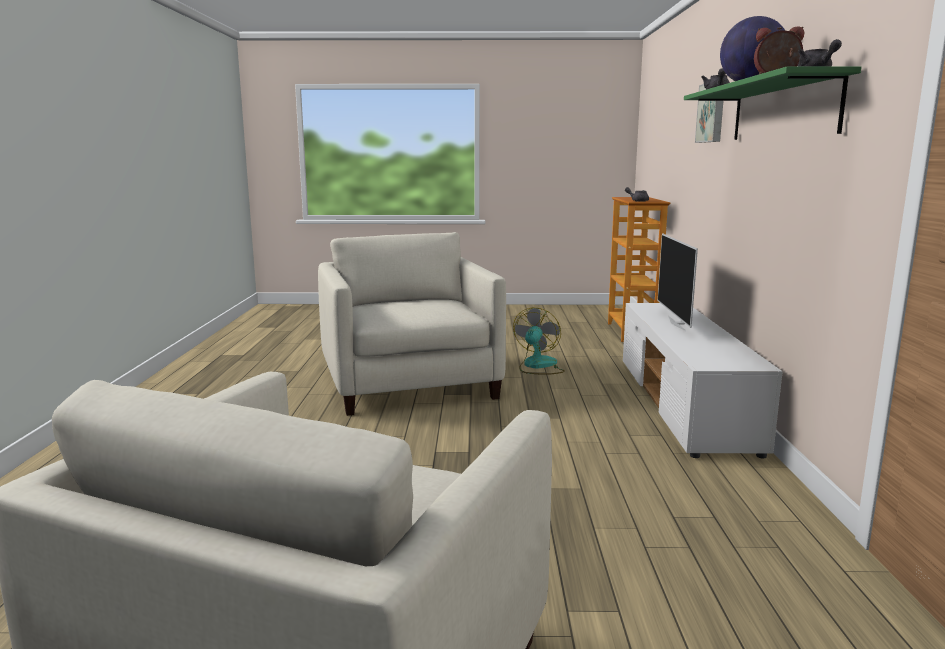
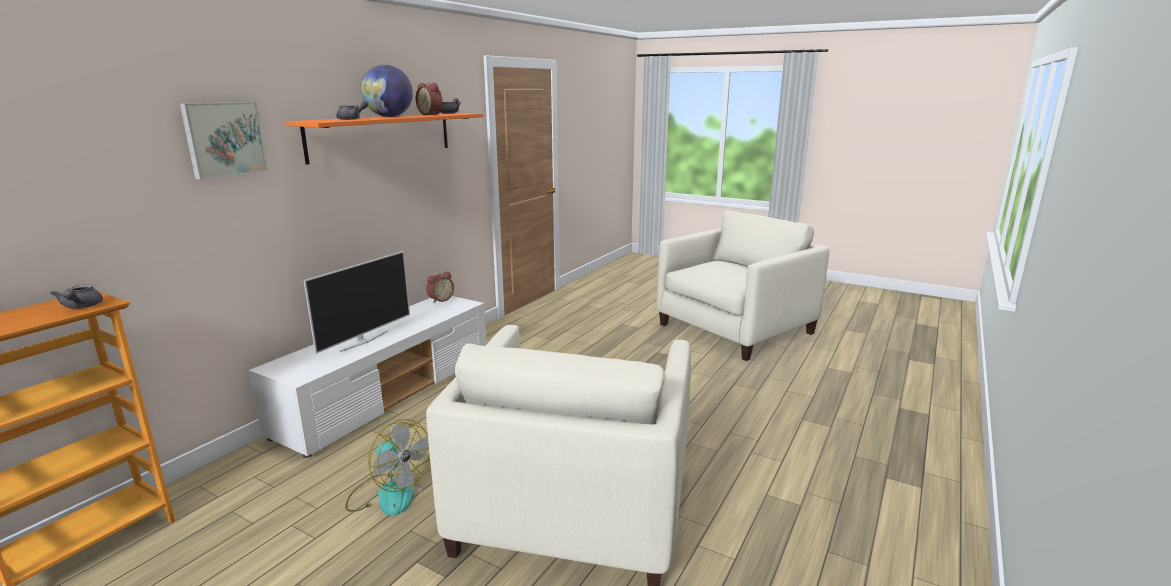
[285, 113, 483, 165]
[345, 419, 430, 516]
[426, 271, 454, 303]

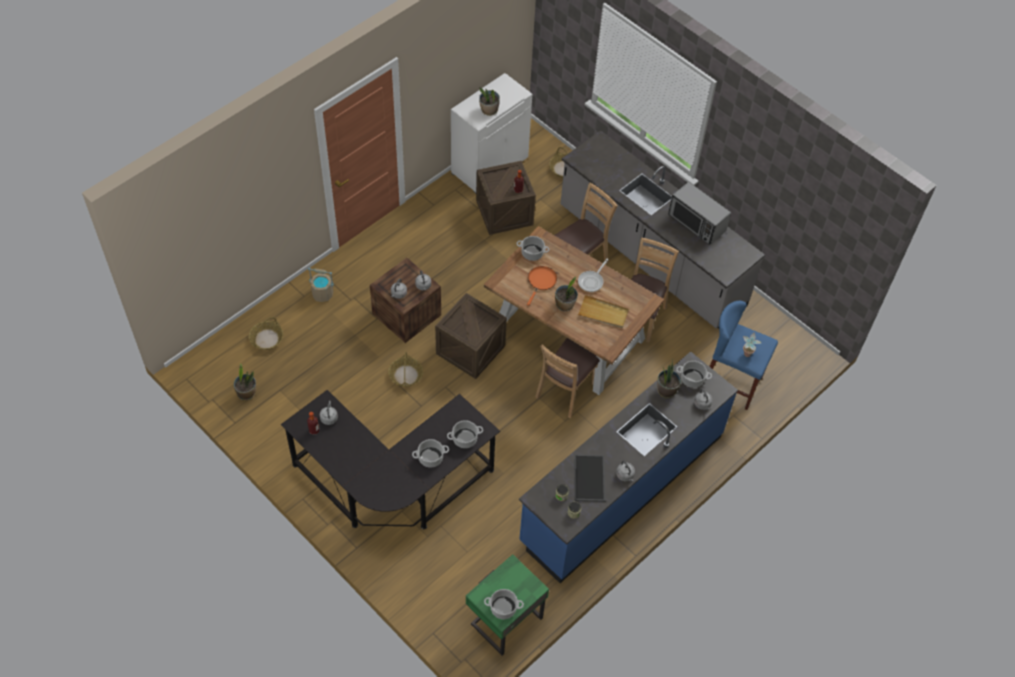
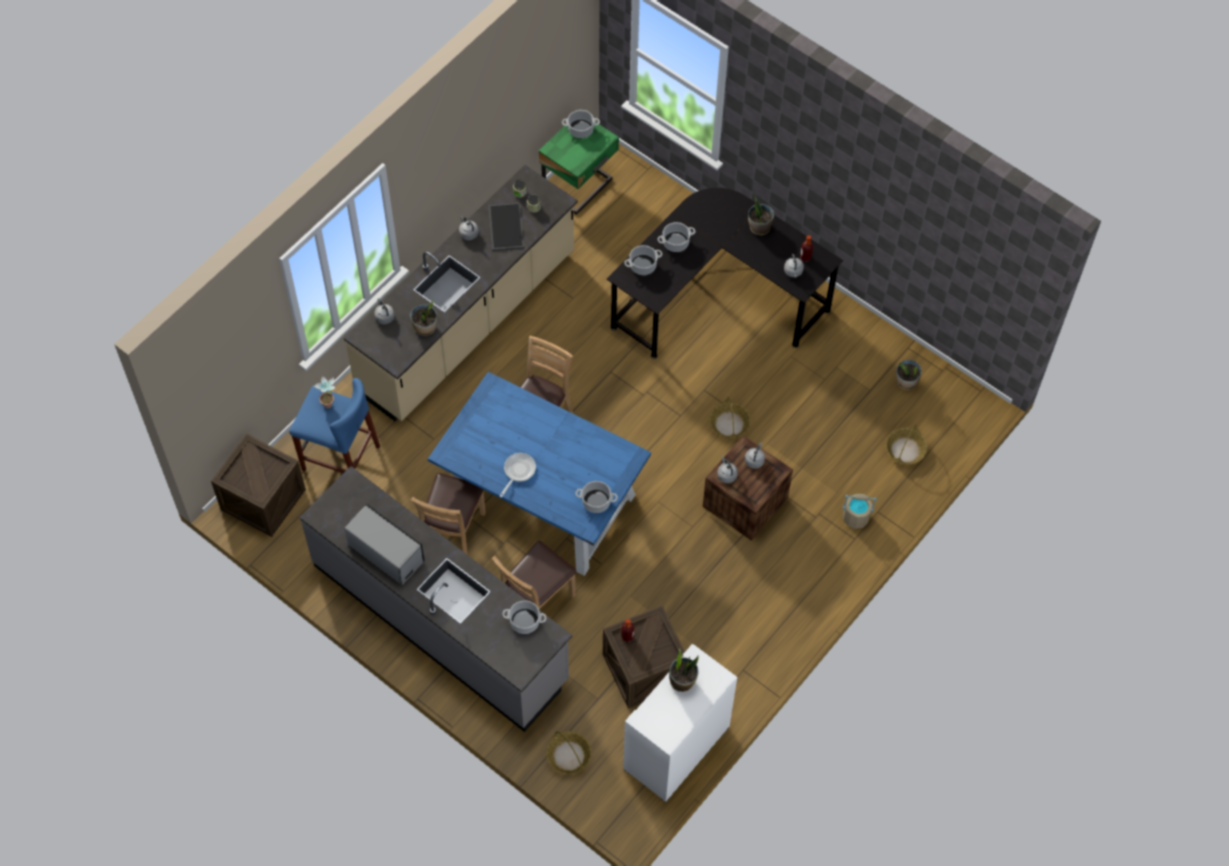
[211, 434, 306, 537]
[344, 165, 578, 421]
[428, 372, 651, 576]
[502, 600, 547, 634]
[748, 194, 774, 236]
[527, 266, 557, 306] (first image)
[578, 295, 629, 328] (first image)

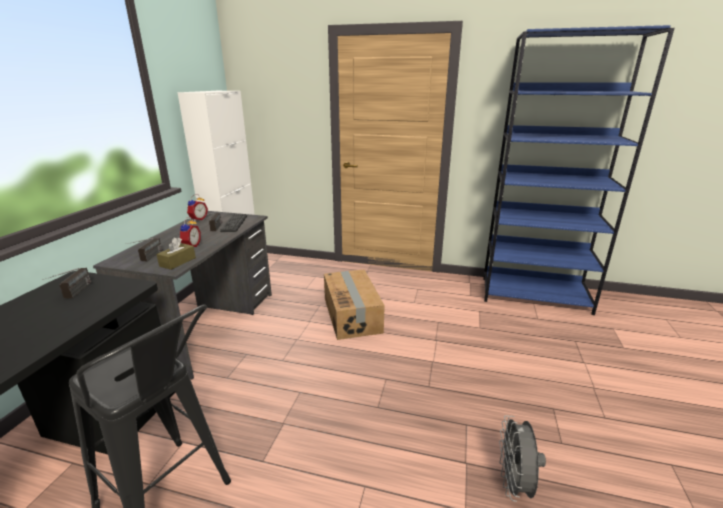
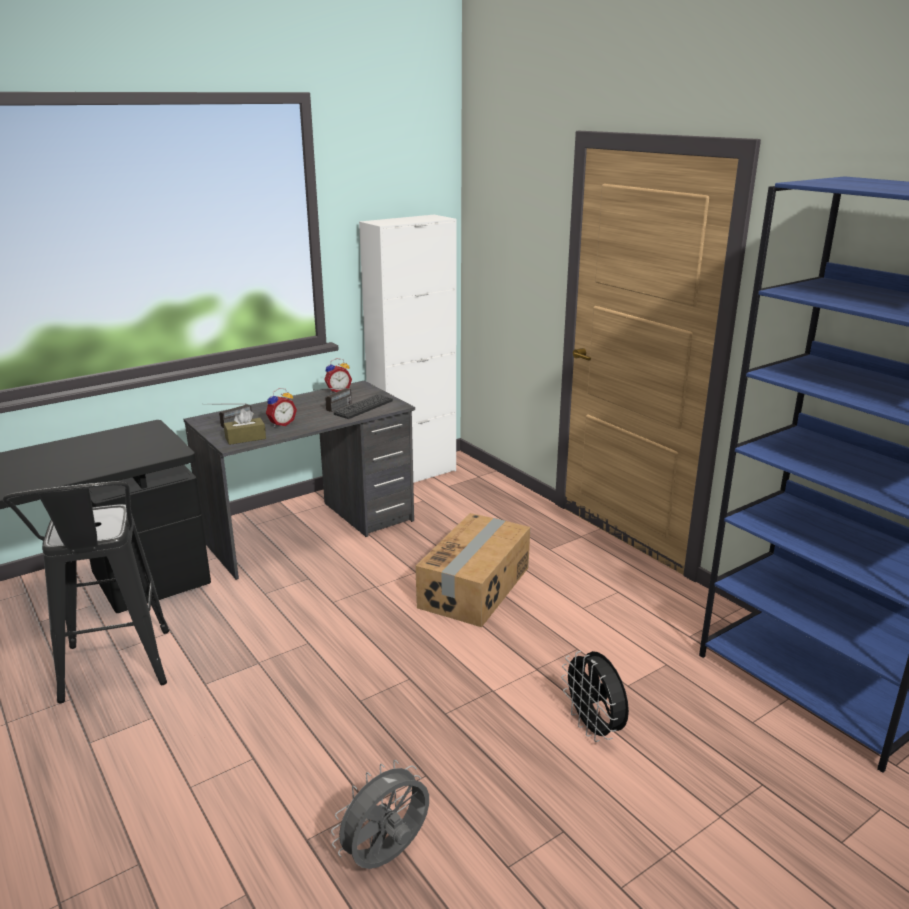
[561, 651, 629, 742]
[42, 268, 91, 298] (first image)

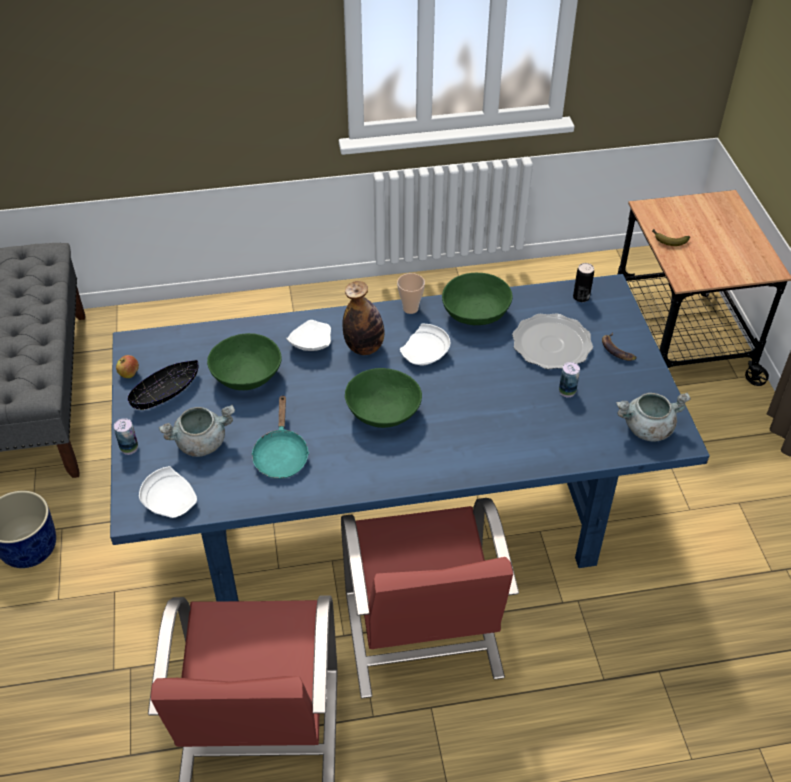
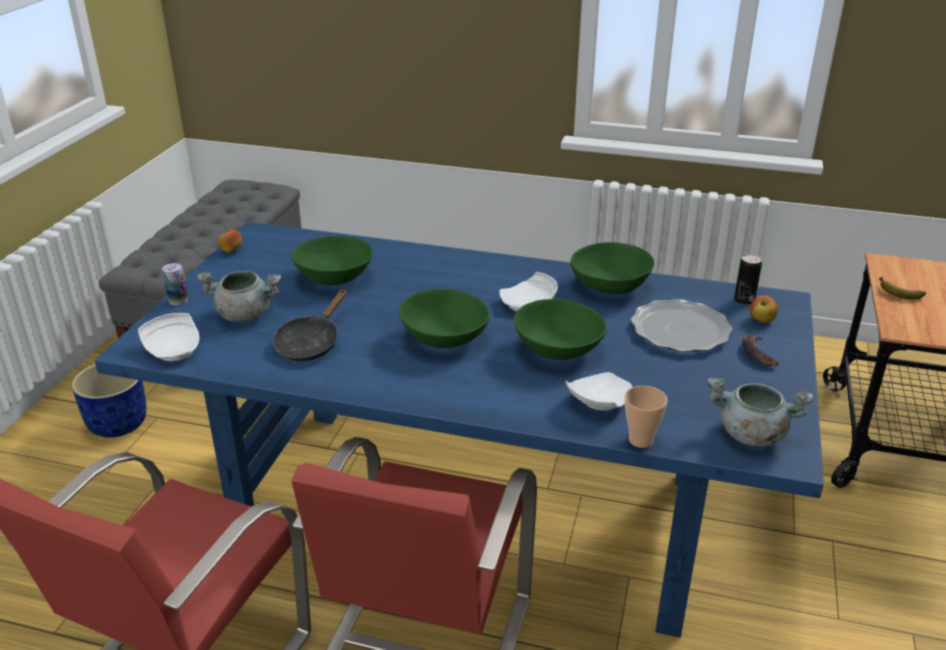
[273, 289, 347, 361]
[514, 299, 607, 360]
[566, 372, 632, 410]
[625, 386, 668, 448]
[749, 295, 778, 323]
[128, 360, 199, 410] (first image)
[342, 281, 384, 355] (first image)
[559, 362, 580, 397] (first image)

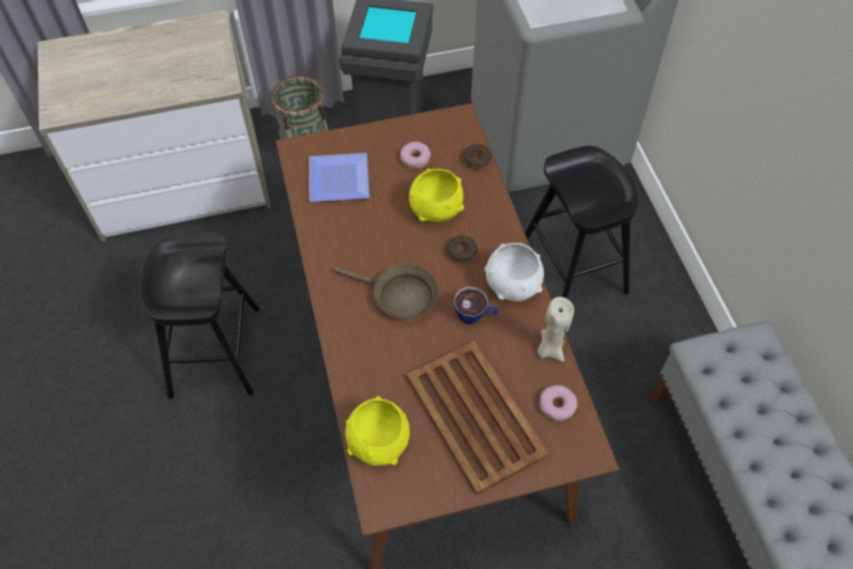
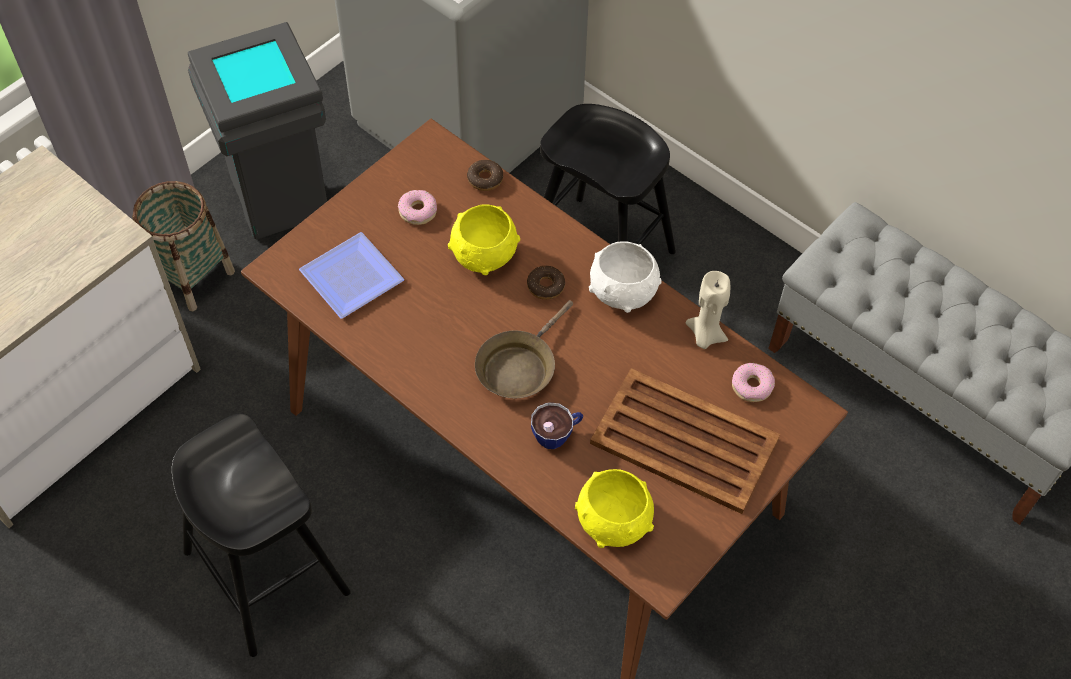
[475, 300, 573, 398]
[531, 402, 583, 449]

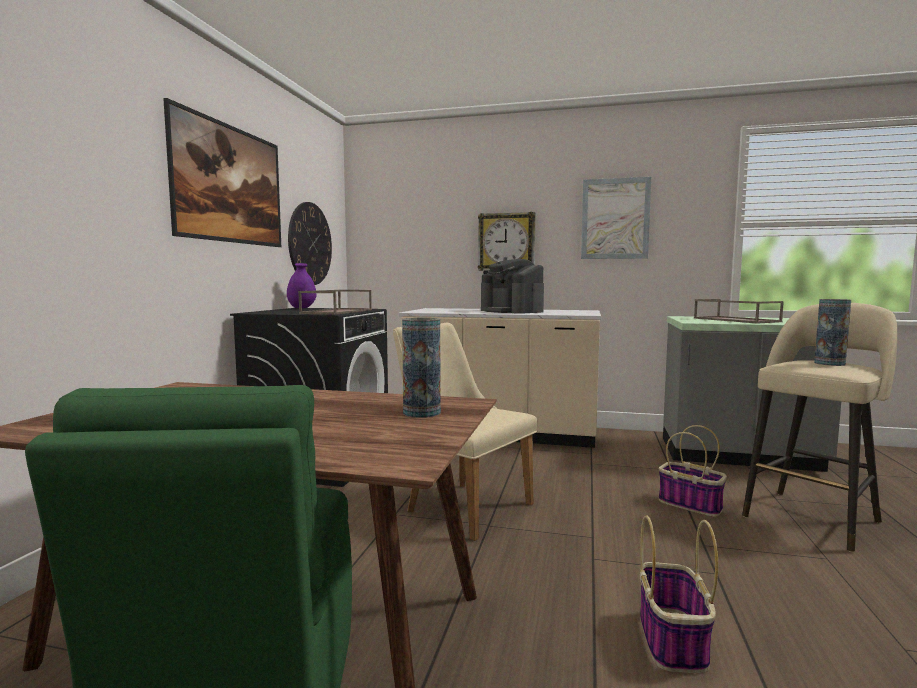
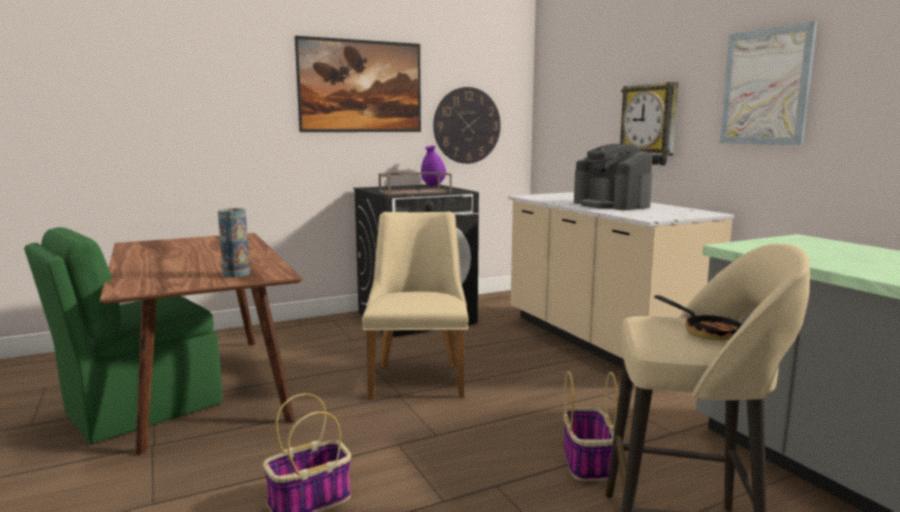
[574, 144, 653, 210]
[654, 295, 744, 341]
[694, 299, 784, 324] (first image)

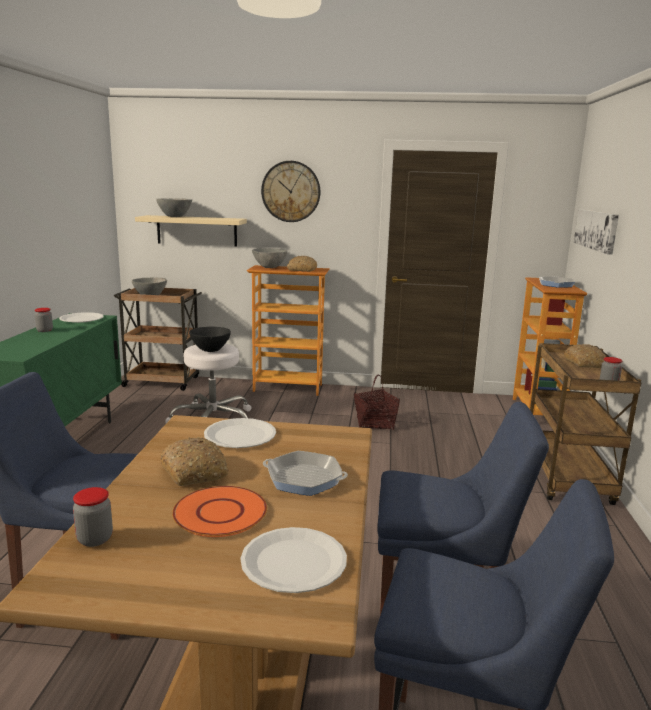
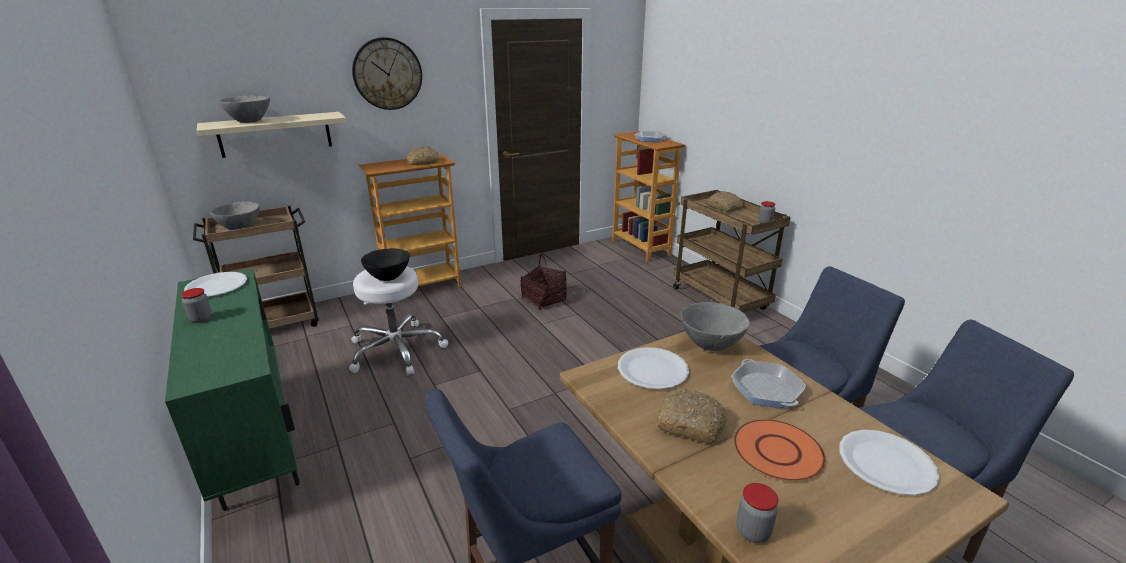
[681, 302, 750, 351]
[731, 359, 806, 408]
[574, 209, 619, 255] (first image)

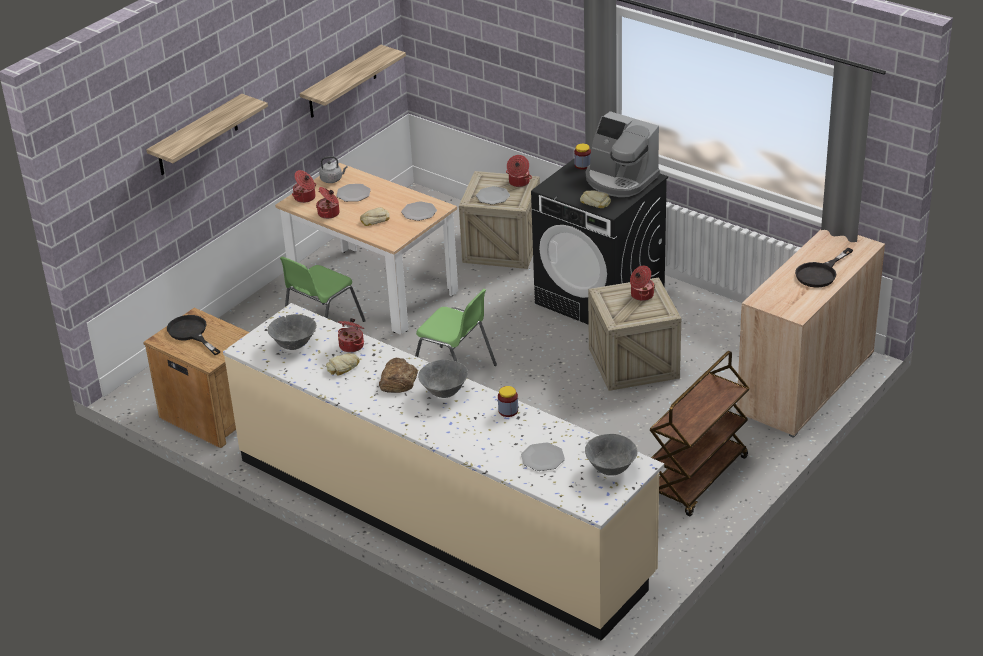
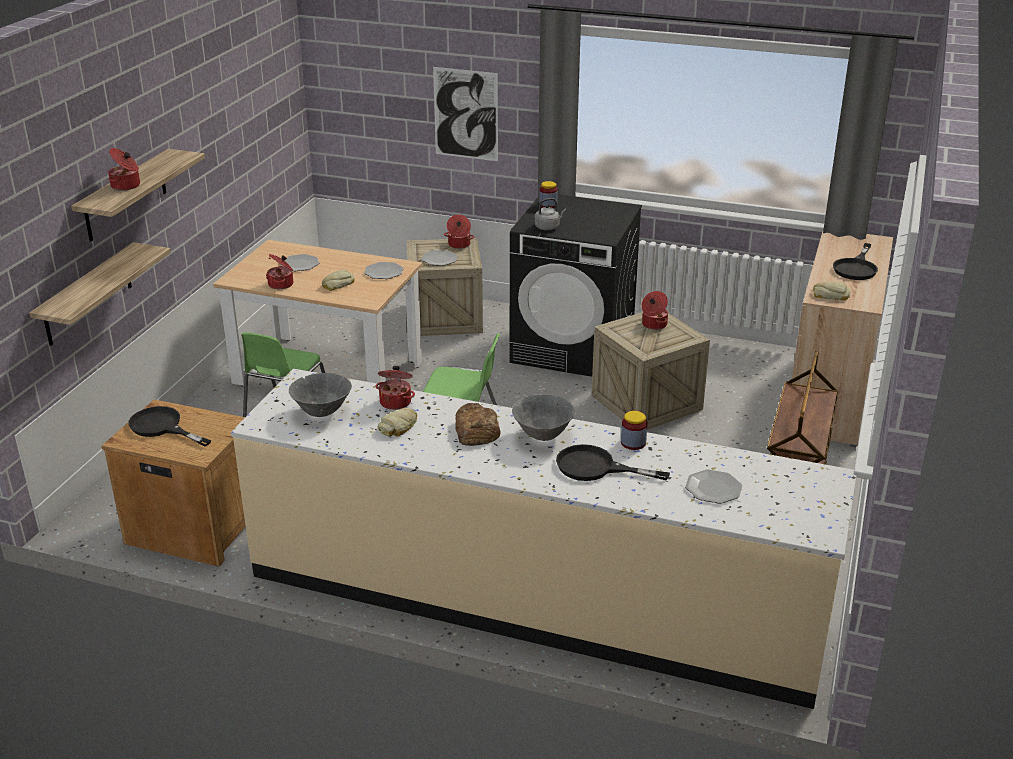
[29, 242, 171, 346]
[108, 148, 140, 191]
[433, 67, 498, 161]
[534, 198, 567, 230]
[556, 444, 670, 481]
[813, 282, 850, 300]
[585, 434, 638, 476] (first image)
[586, 111, 660, 197] (first image)

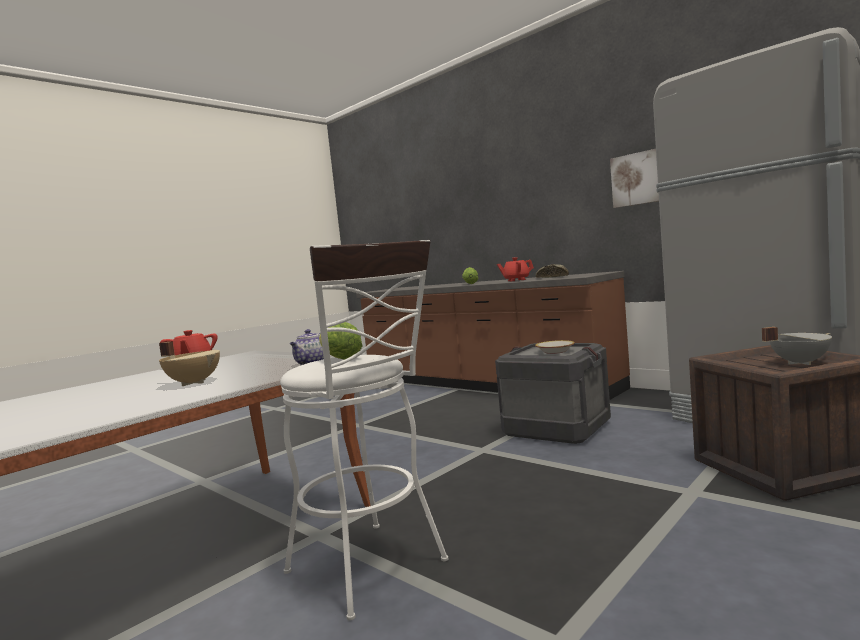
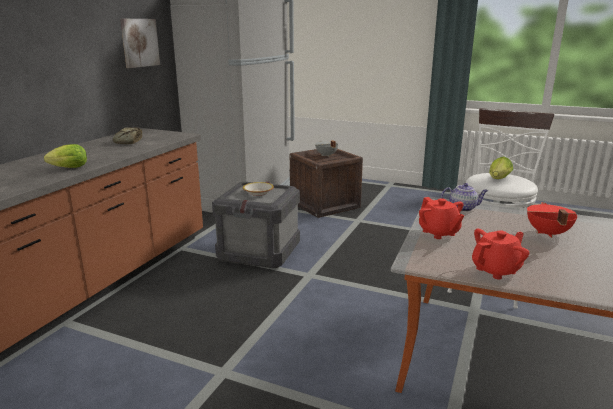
[419, 197, 464, 239]
[527, 202, 577, 238]

